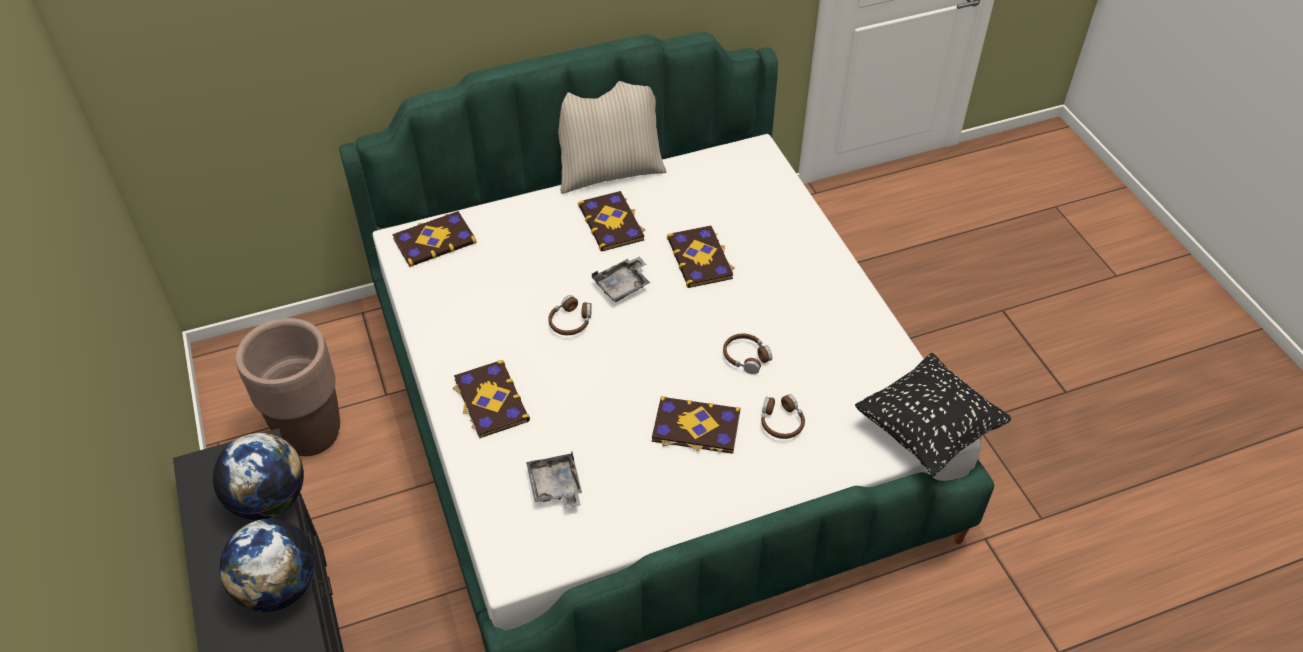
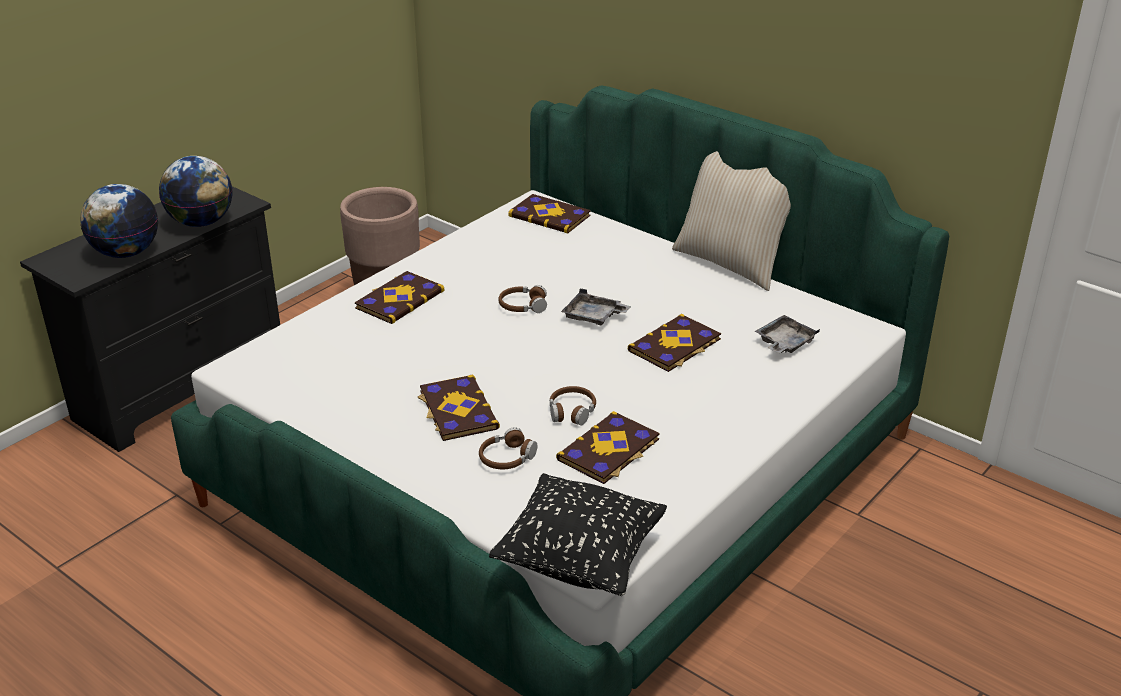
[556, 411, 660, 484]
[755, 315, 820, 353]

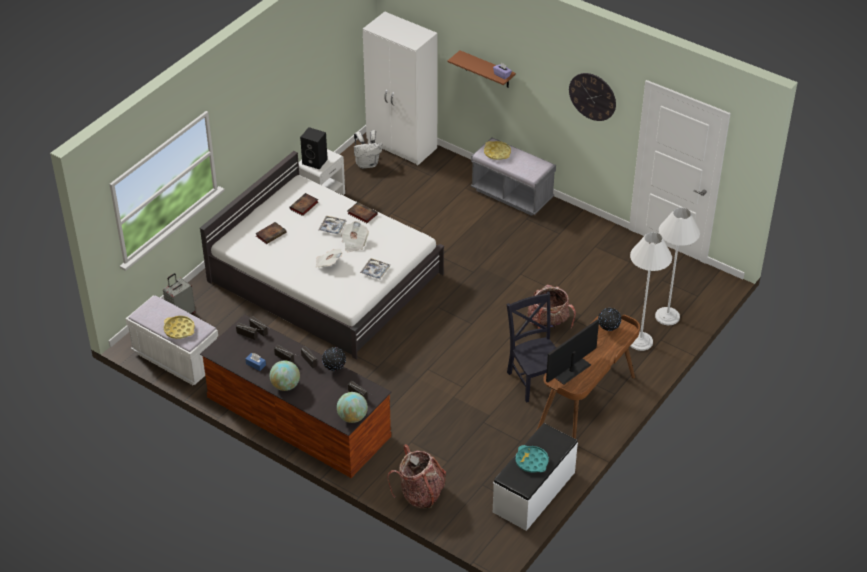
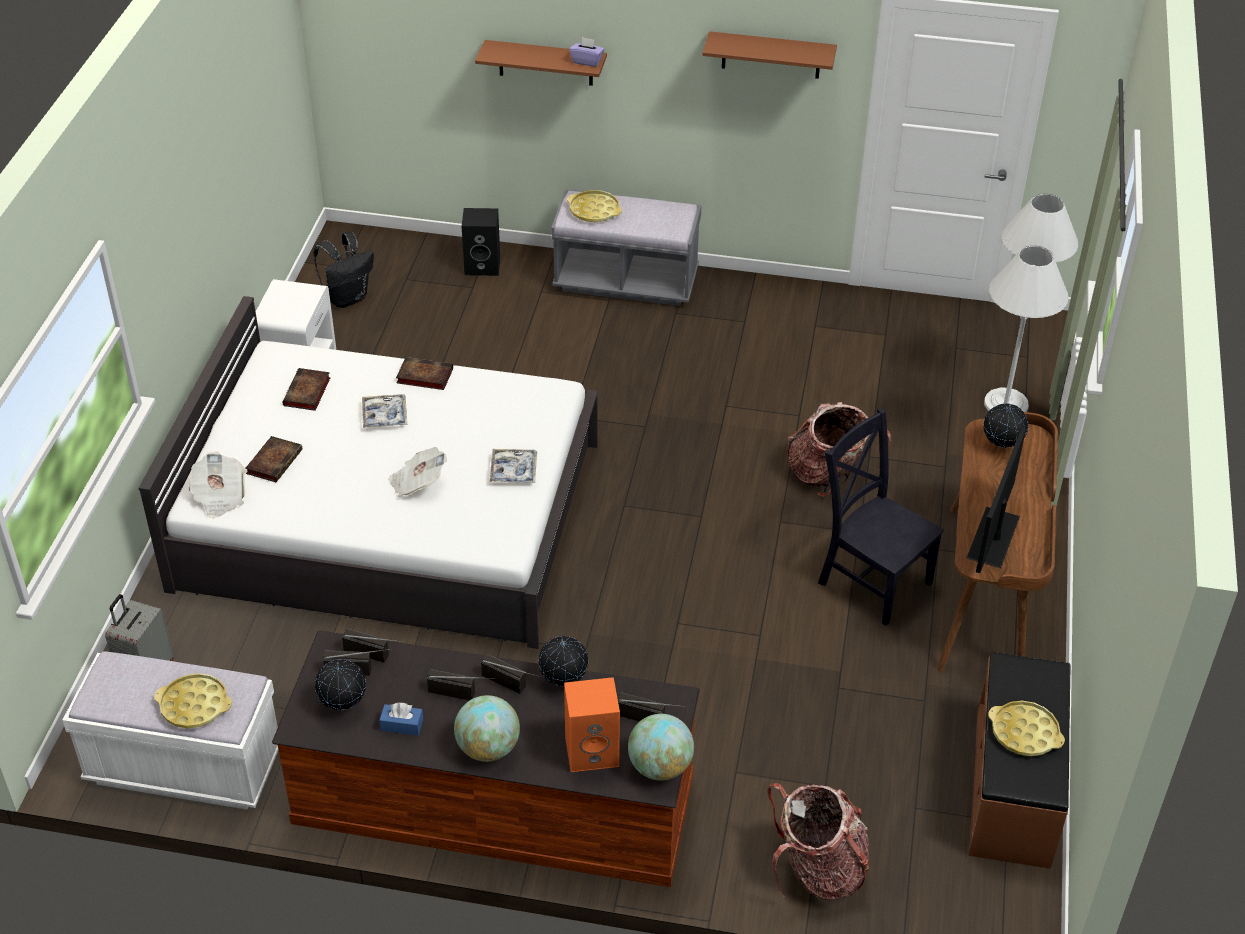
[188, 452, 245, 519]
[313, 231, 374, 308]
[315, 659, 366, 710]
[462, 208, 500, 276]
[564, 677, 620, 772]
[702, 31, 837, 79]
[968, 652, 1070, 869]
[988, 701, 1065, 756]
[363, 12, 438, 165] (first image)

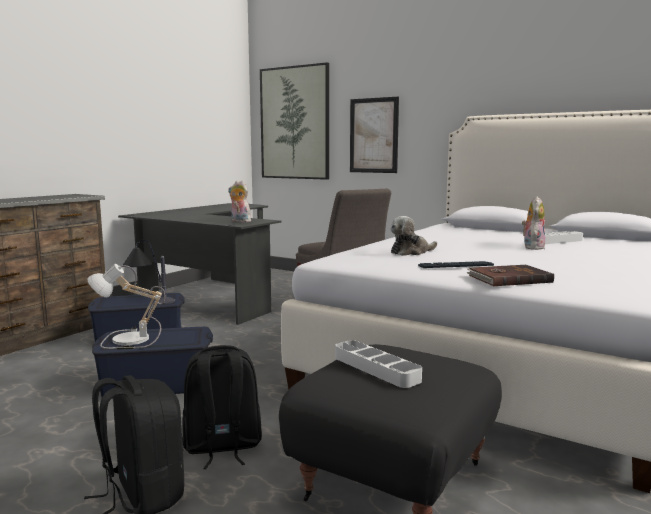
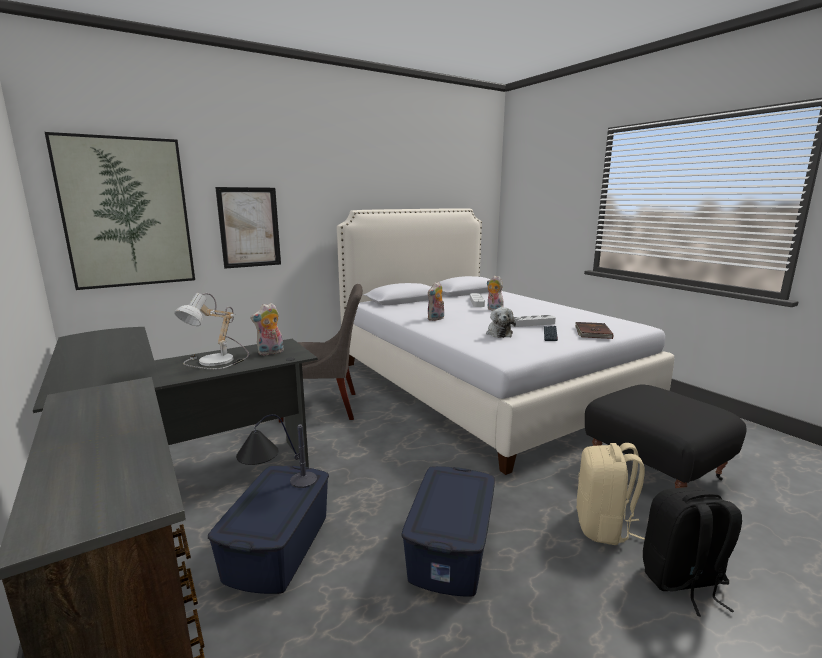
[174, 293, 249, 370]
[428, 281, 444, 321]
[510, 315, 556, 327]
[576, 443, 645, 545]

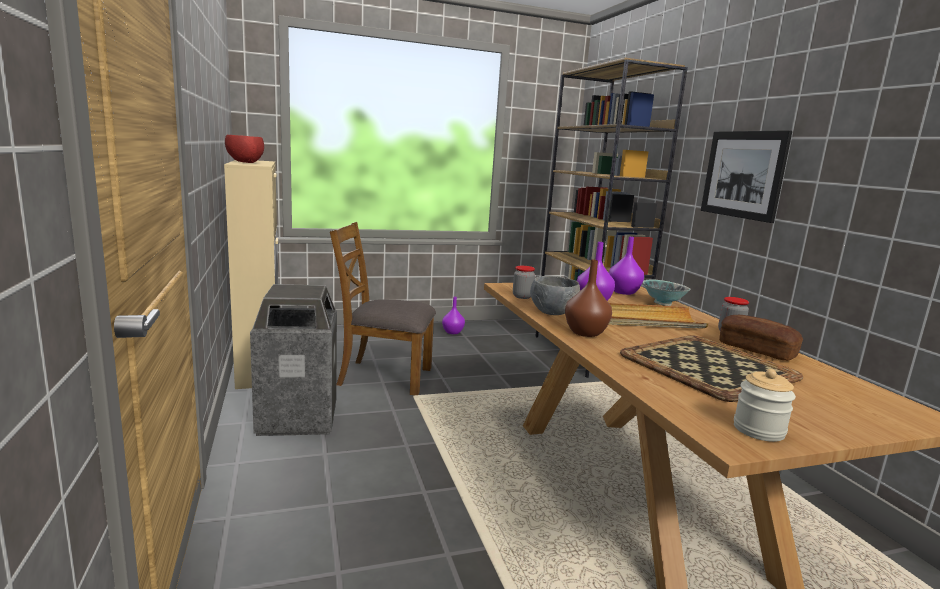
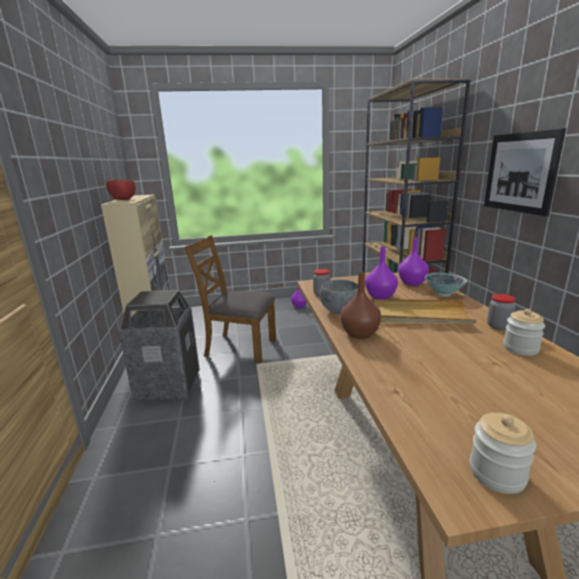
[503, 309, 545, 356]
[620, 335, 803, 402] (first image)

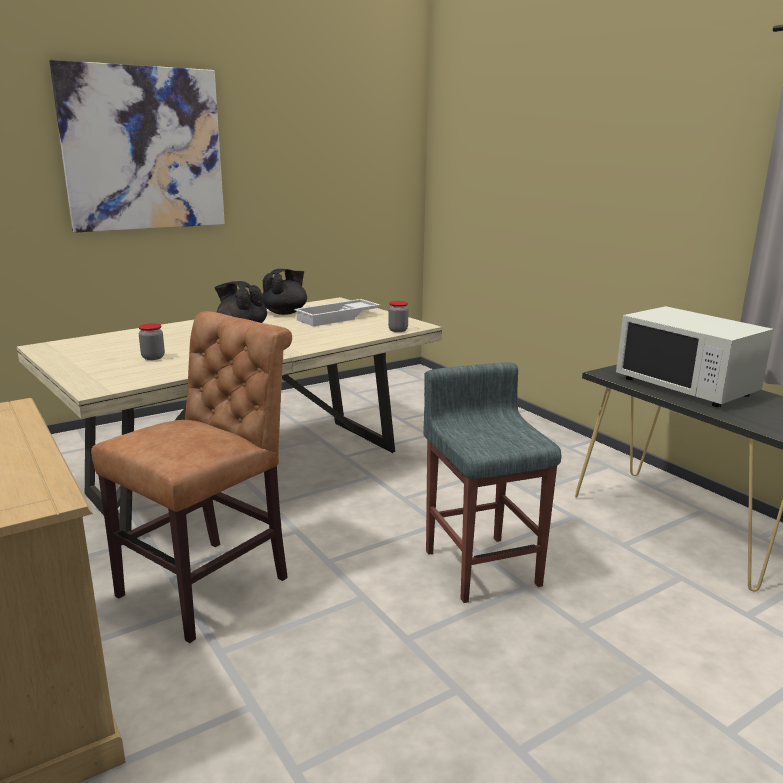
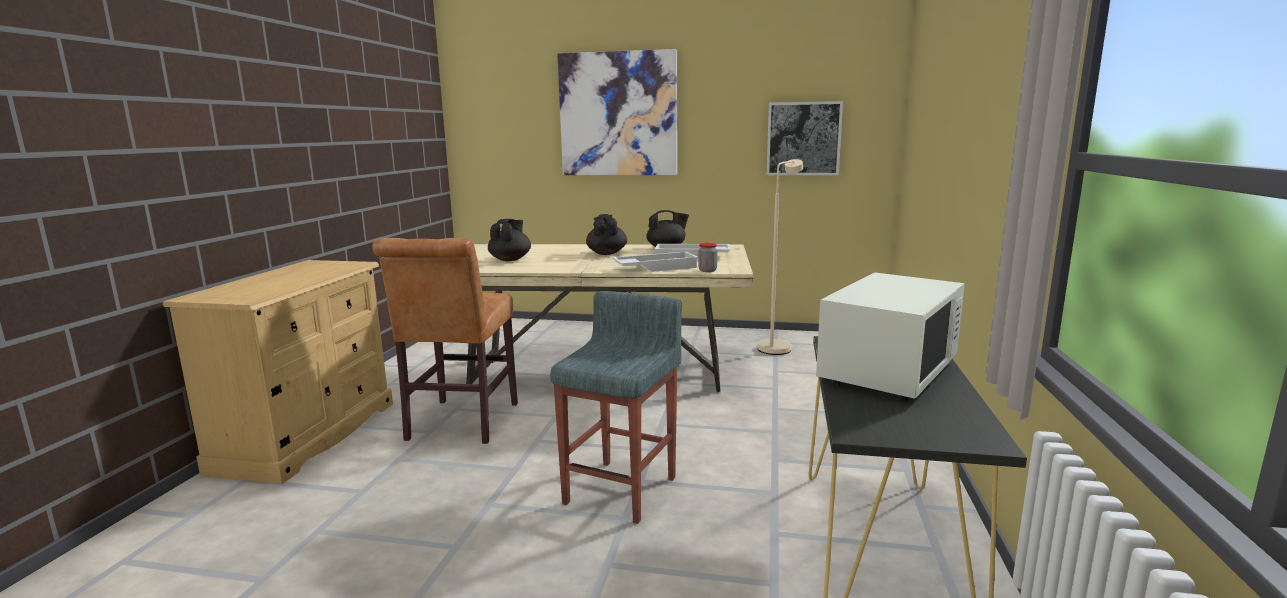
[372, 238, 518, 444]
[488, 219, 531, 261]
[612, 252, 699, 272]
[758, 159, 803, 355]
[767, 101, 843, 175]
[816, 273, 965, 401]

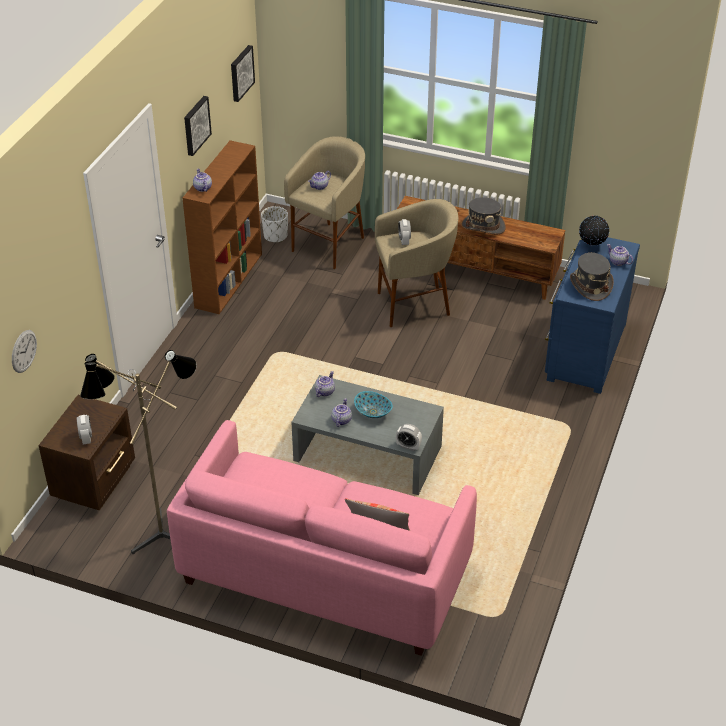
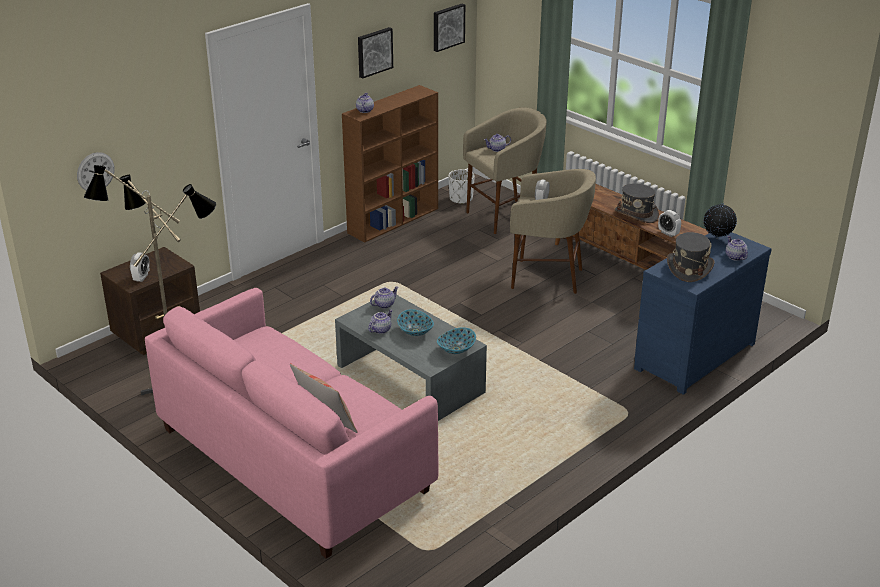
[437, 327, 476, 354]
[658, 210, 681, 237]

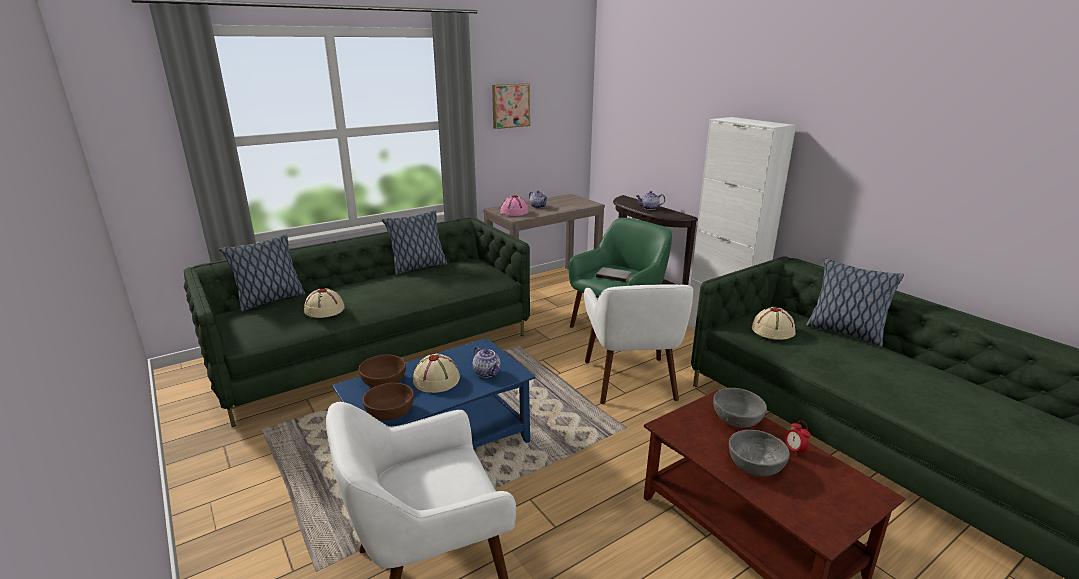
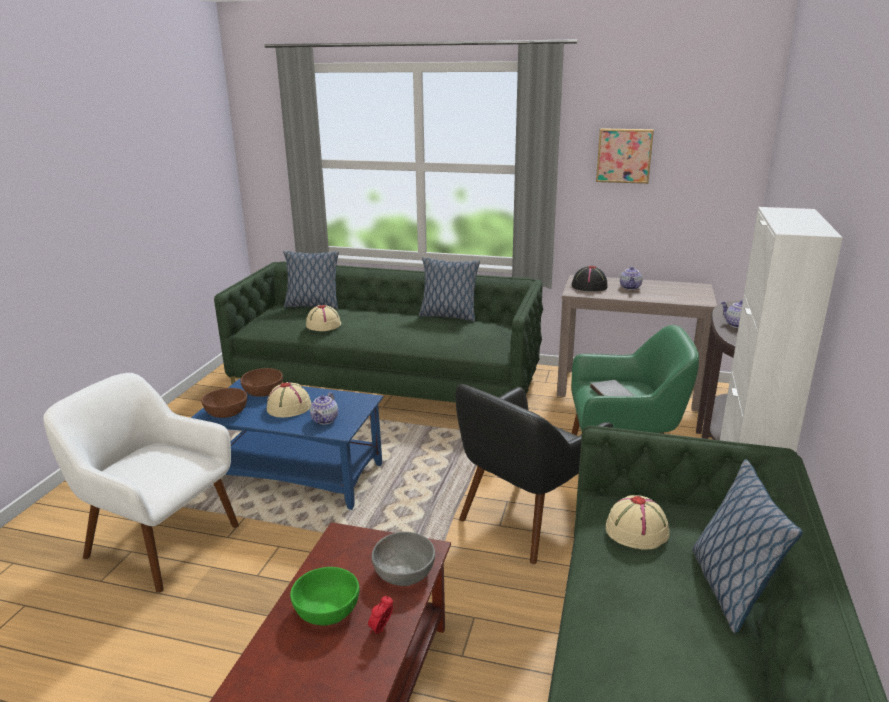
[290, 567, 359, 626]
[456, 384, 613, 564]
[571, 266, 608, 291]

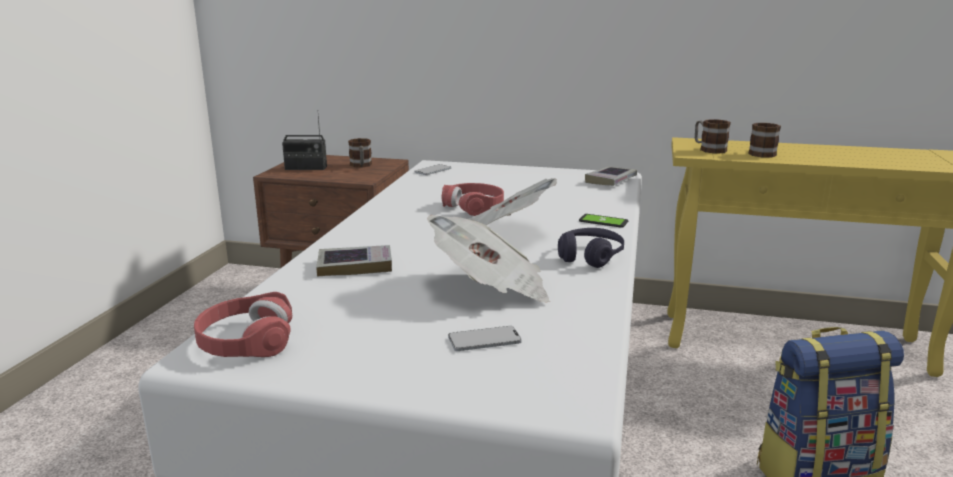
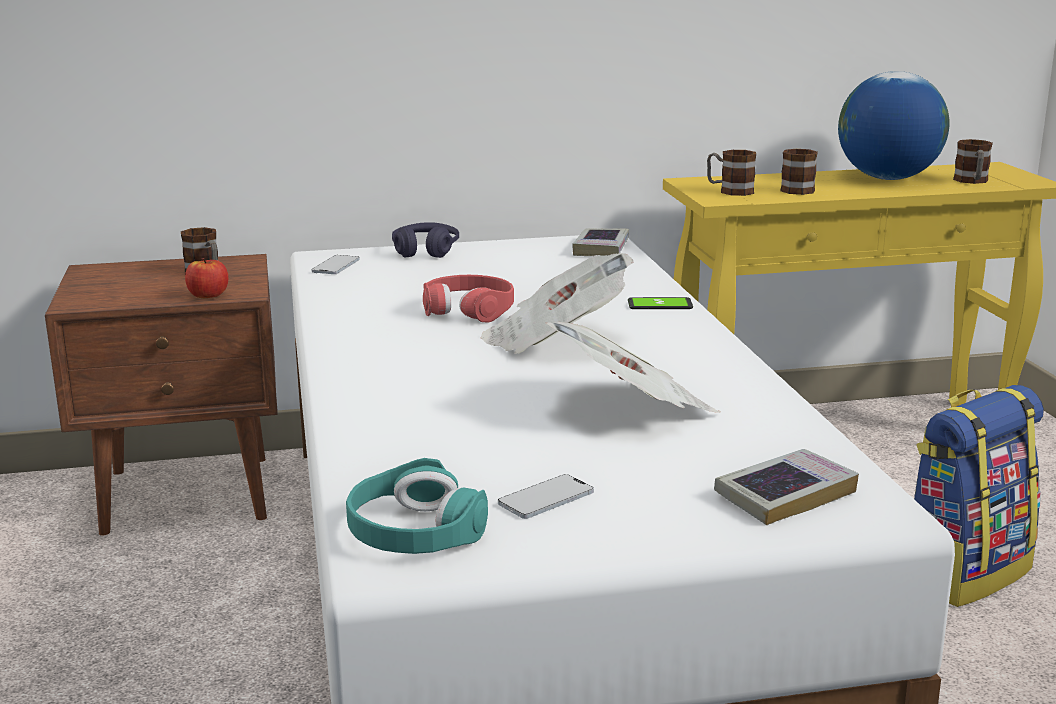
[185, 258, 228, 298]
[346, 458, 488, 554]
[392, 222, 459, 258]
[498, 474, 594, 519]
[714, 449, 859, 525]
[838, 71, 950, 180]
[953, 139, 993, 184]
[282, 110, 327, 170] (first image)

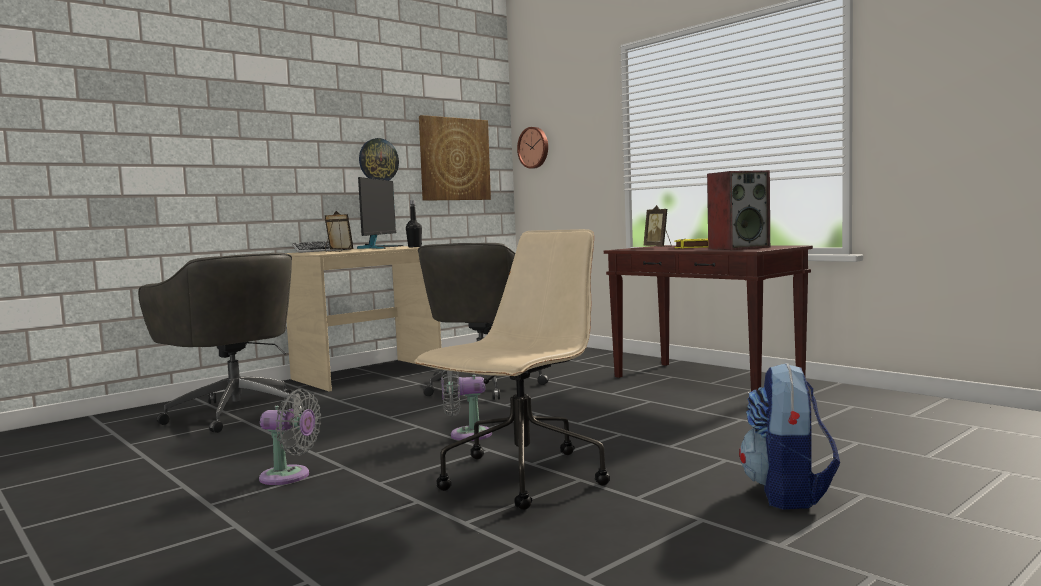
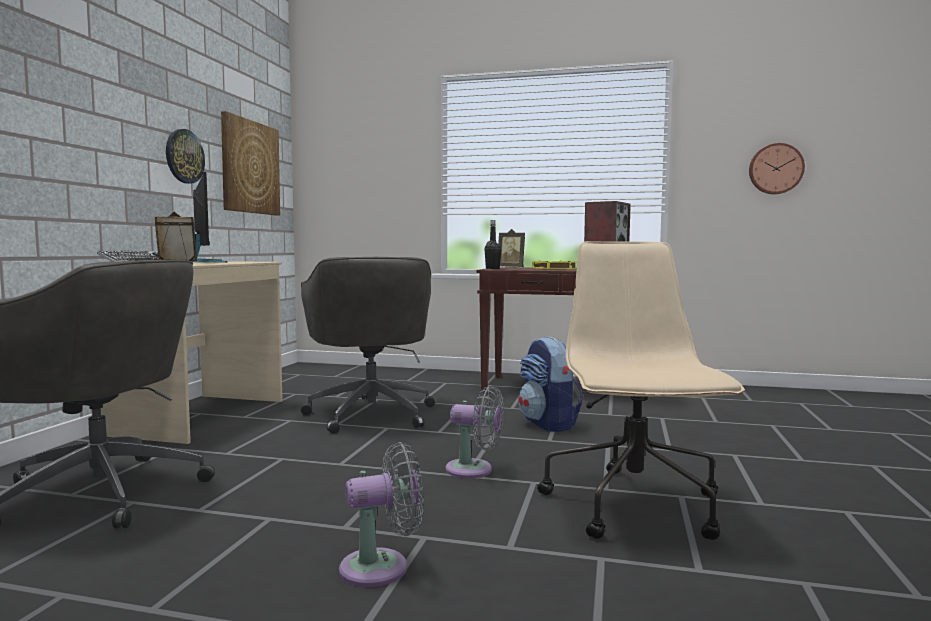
[445, 385, 504, 478]
[484, 220, 501, 269]
[519, 337, 583, 432]
[749, 143, 805, 194]

